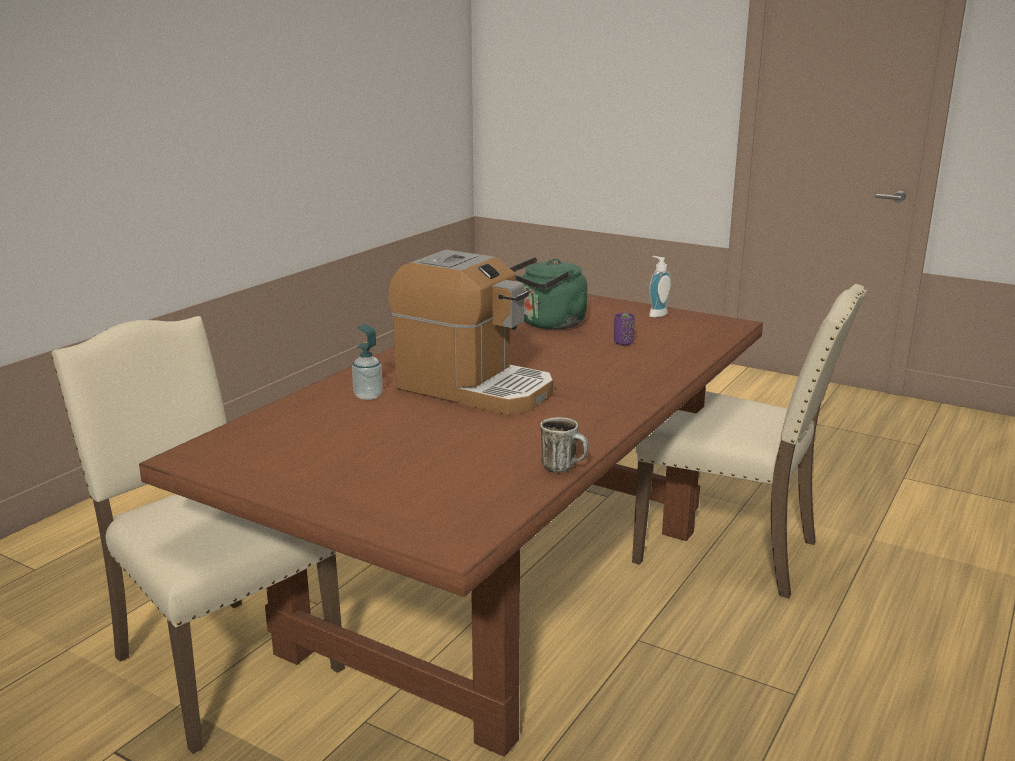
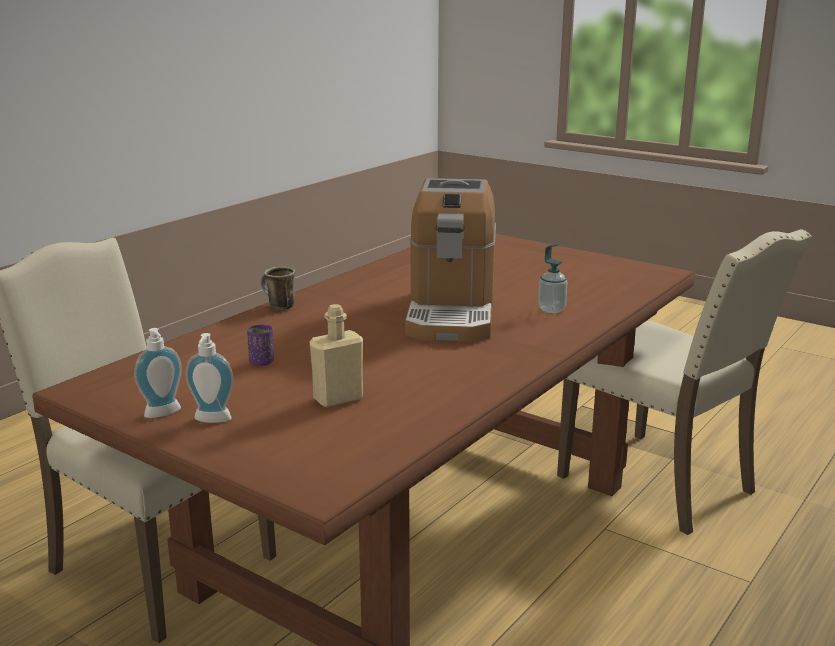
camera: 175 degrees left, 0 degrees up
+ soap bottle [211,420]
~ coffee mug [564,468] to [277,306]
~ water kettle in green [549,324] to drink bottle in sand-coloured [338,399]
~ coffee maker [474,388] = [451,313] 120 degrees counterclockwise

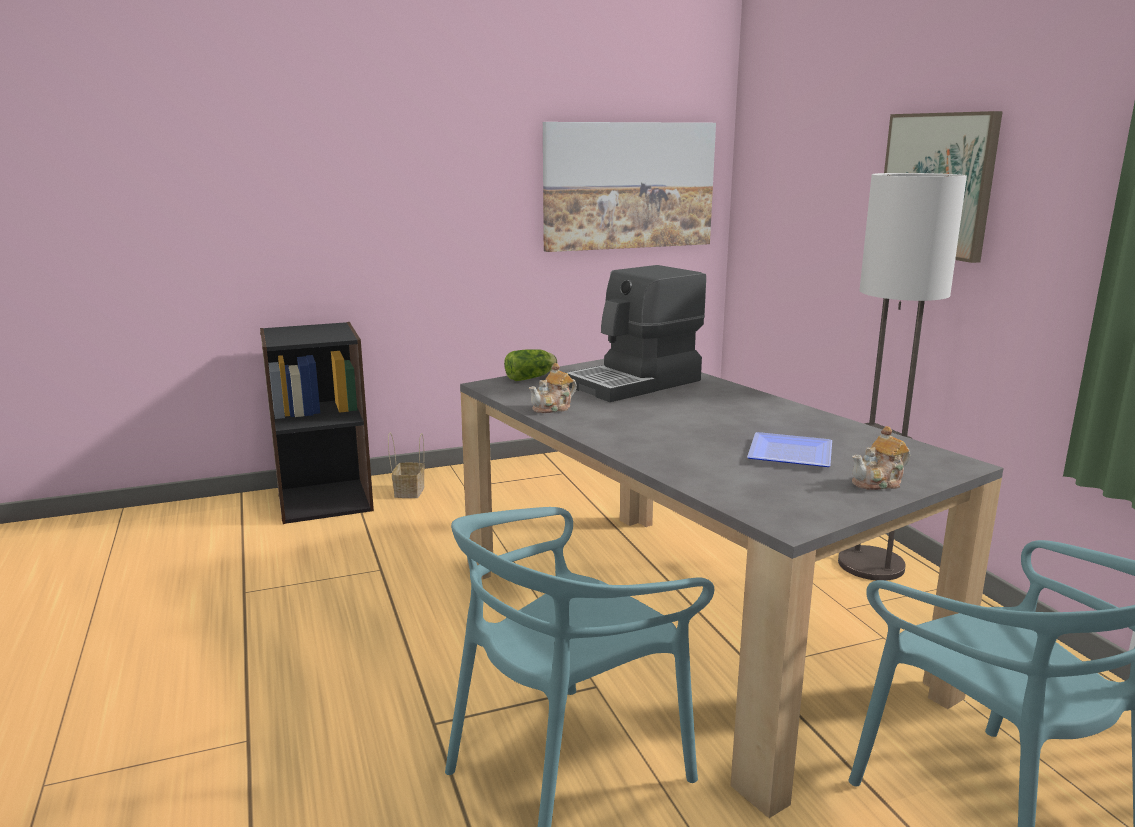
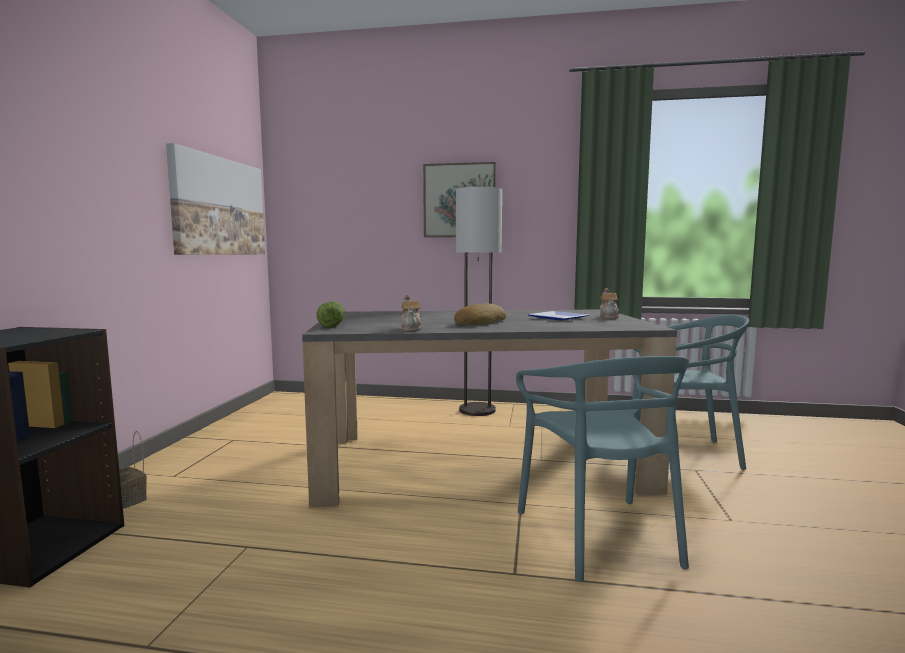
camera: 60 degrees left, 10 degrees down
+ bakery bread [479,322]
- coffee maker [636,383]

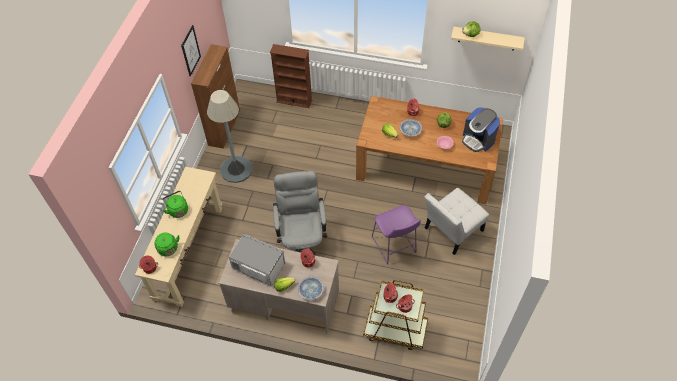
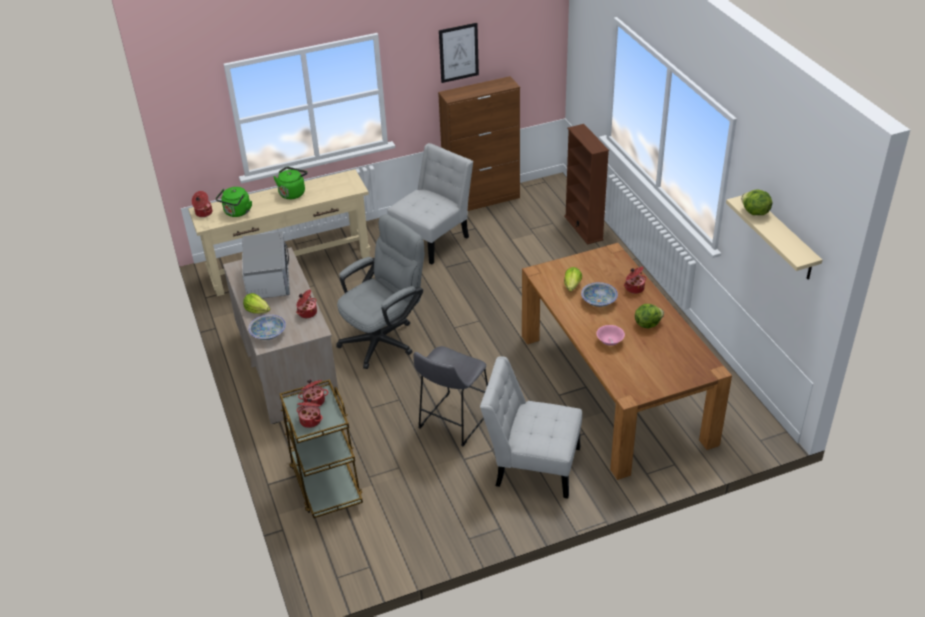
camera: 55 degrees right, 15 degrees down
~ standing lamp in gray [236,169] to chair in whitish [433,238]
~ sitting stool in purple [394,246] to sitting stool in gray [452,421]
- coffee maker [478,139]

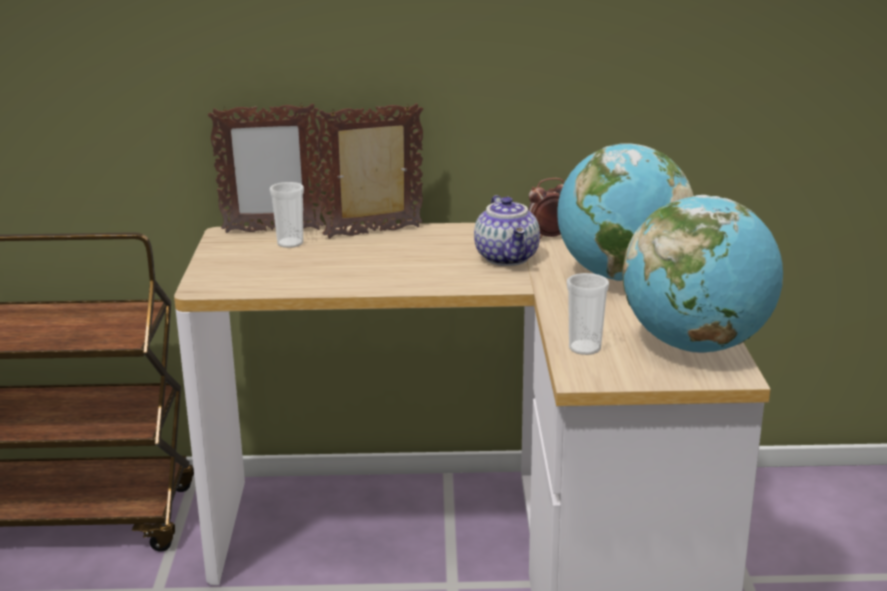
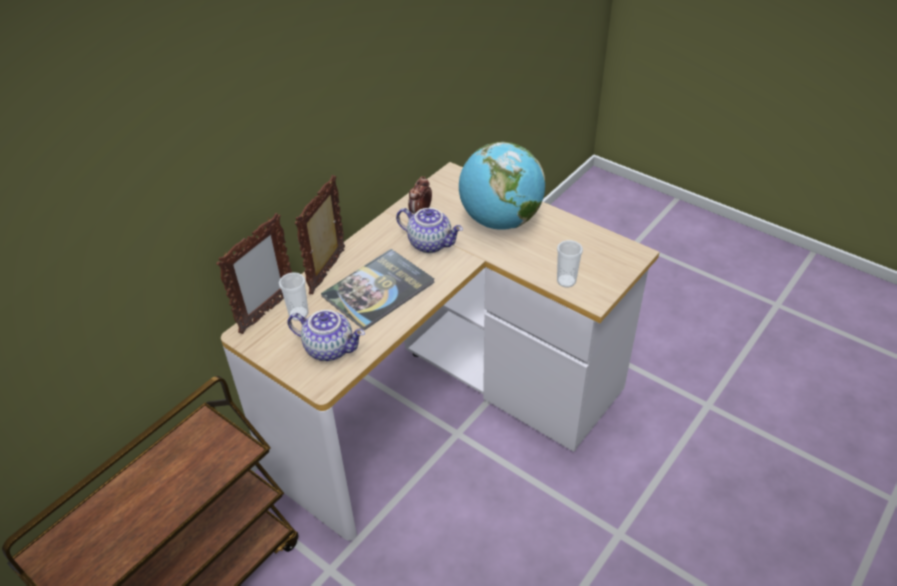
camera: 50 degrees left, 20 degrees up
+ tea pot [330,348]
+ book [378,289]
- world globe [696,346]

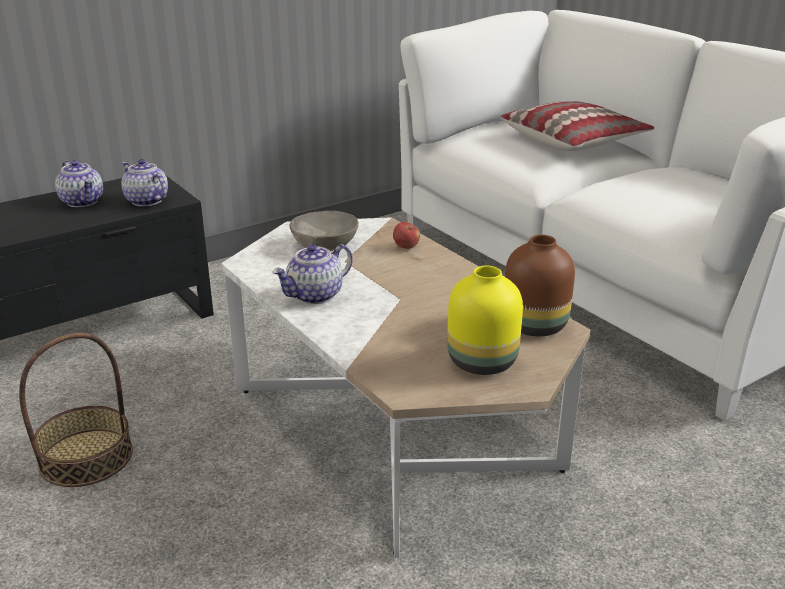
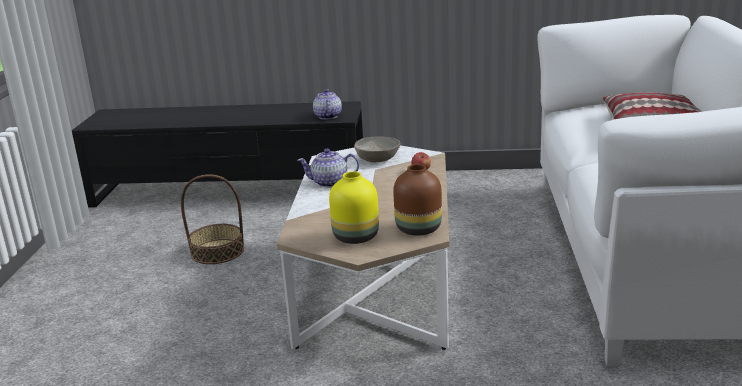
camera: 40 degrees right, 5 degrees down
- tea pot [83,202]

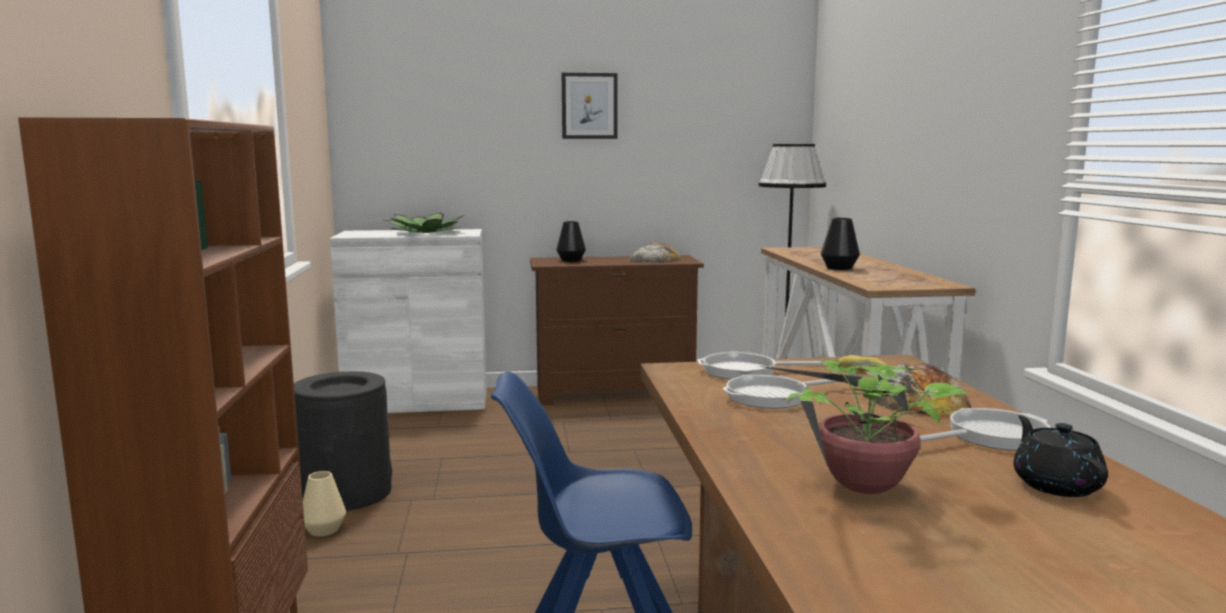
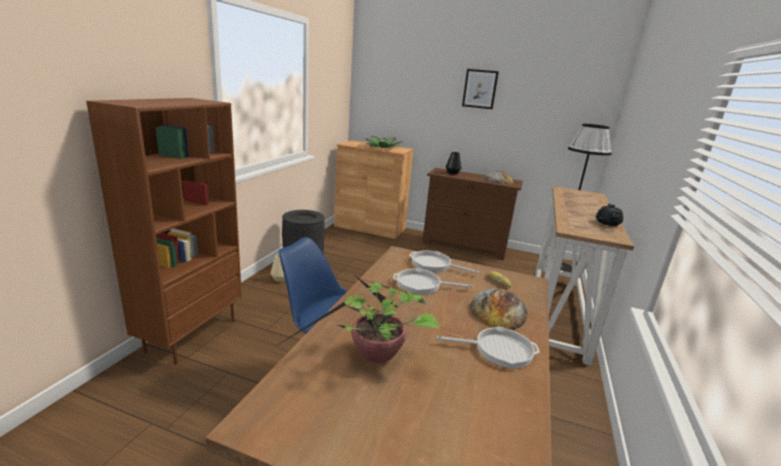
camera: 25 degrees right, 10 degrees up
~ cabinet in whitish [417,401] to cabinet in brownish [370,227]
~ tea pot in blackish [1056,485] to [607,223]
- vase in blackish [839,268]

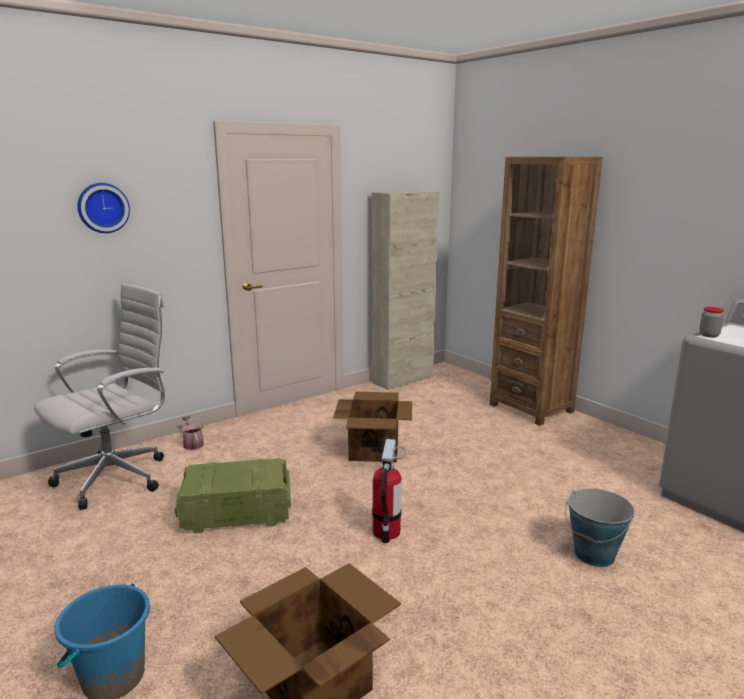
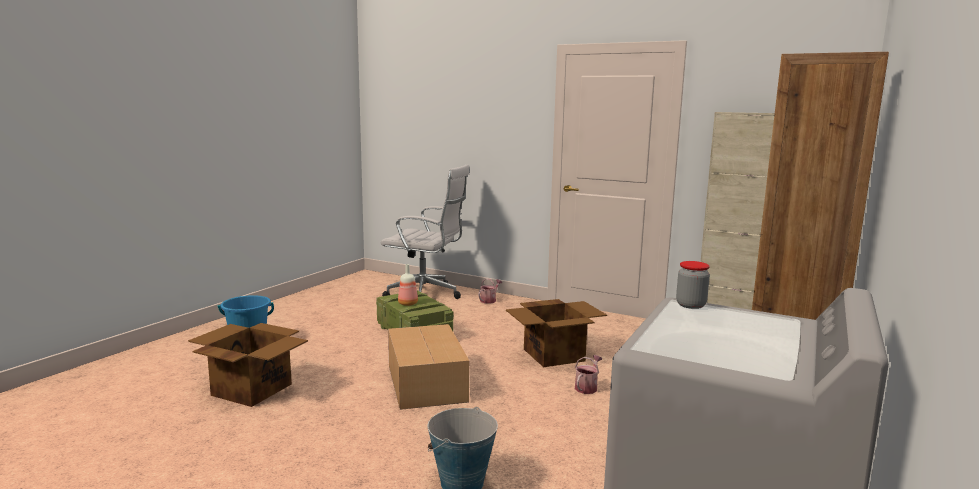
camera: 65 degrees right, 5 degrees down
~ fire extinguisher [386,532] to packing box [426,382]
+ drink bottle [408,303]
+ watering can [587,387]
- clock on the wall [102,208]

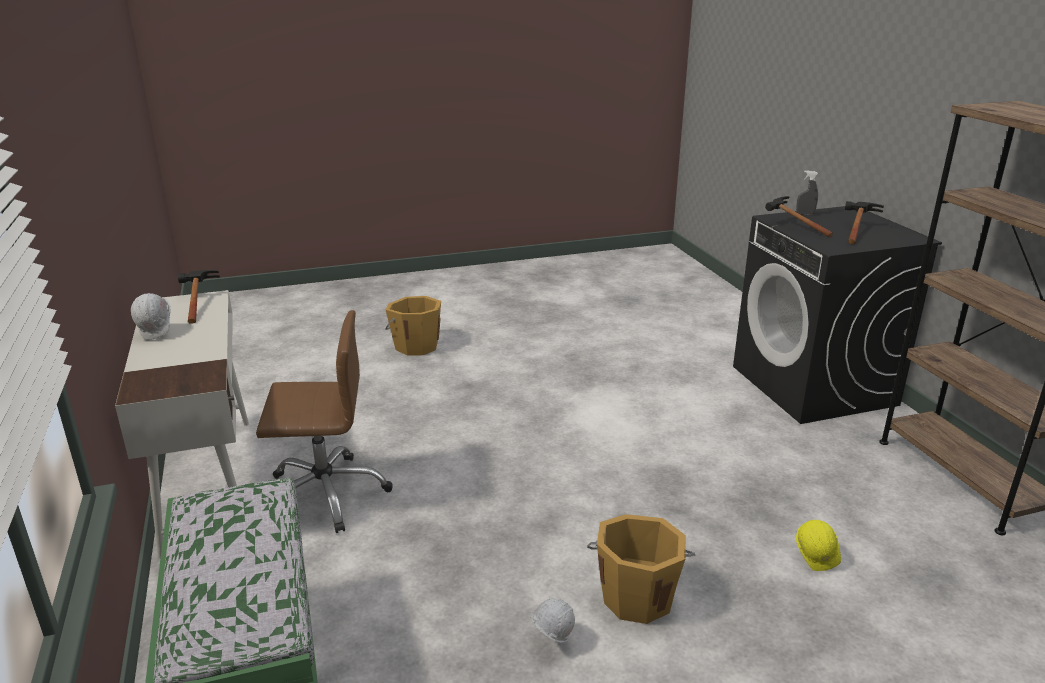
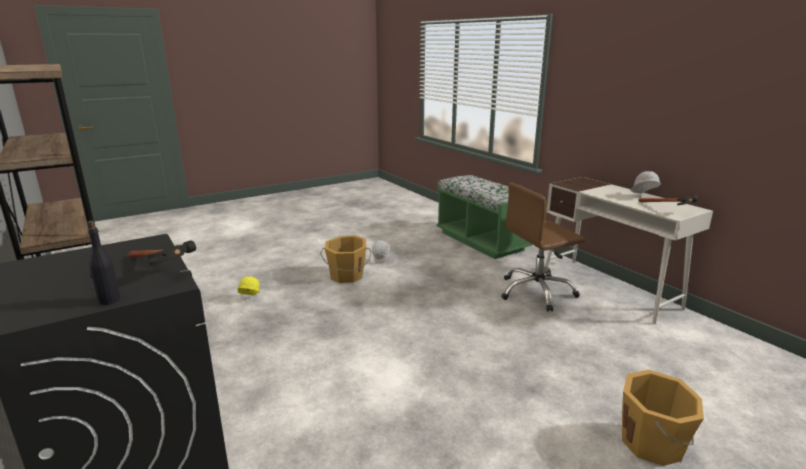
camera: 165 degrees right, 5 degrees down
~ sprayer in gray [805,214] to drink bottle in blackish [109,300]
- hand hammer [856,231]

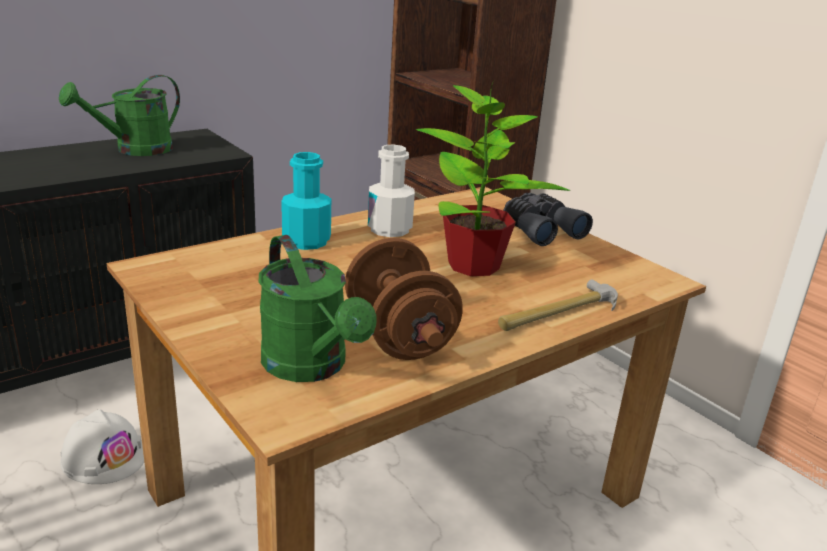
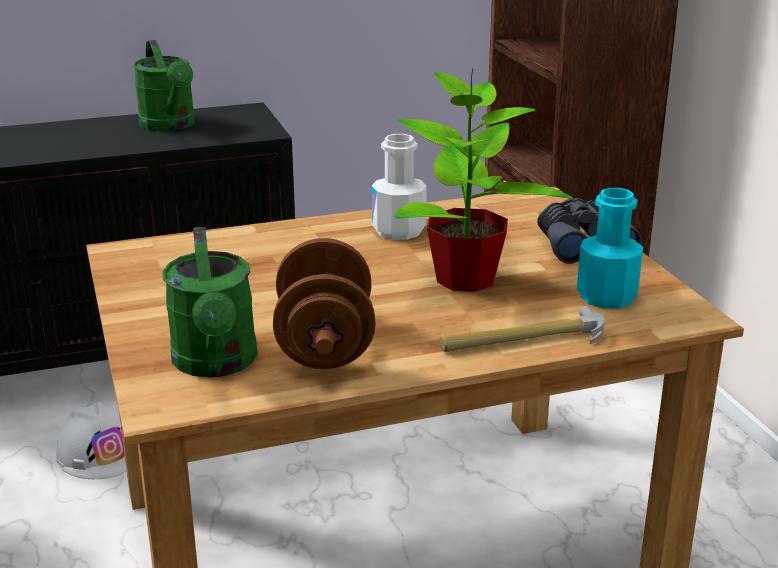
camera: 20 degrees right, 0 degrees up
~ watering can in green [134,150] = [170,126] 90 degrees counterclockwise
~ drink bottle in turquoise [306,241] to [606,297]

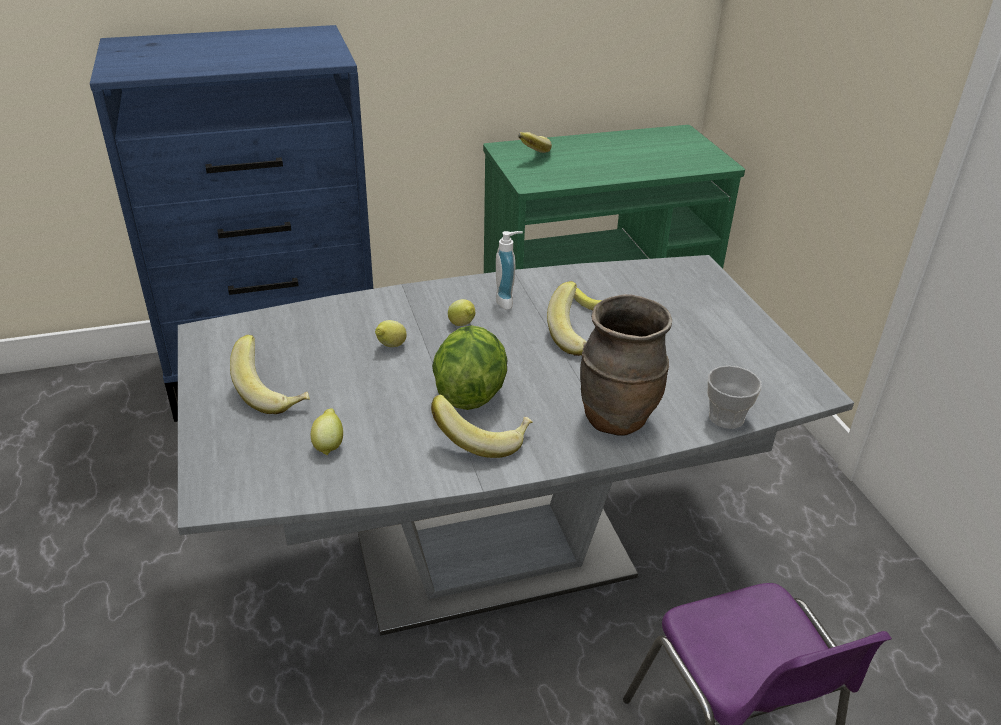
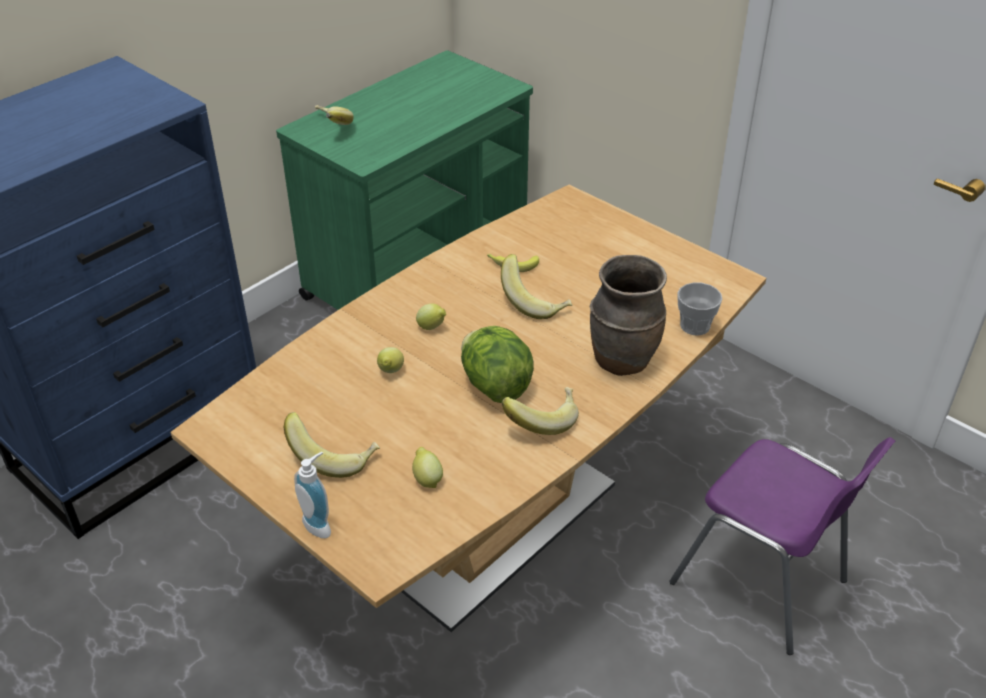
camera: 30 degrees left, 5 degrees up
~ kitchen table in gray [495,557] to kitchen table in brownish [493,522]
~ soap bottle [508,301] to [320,524]

